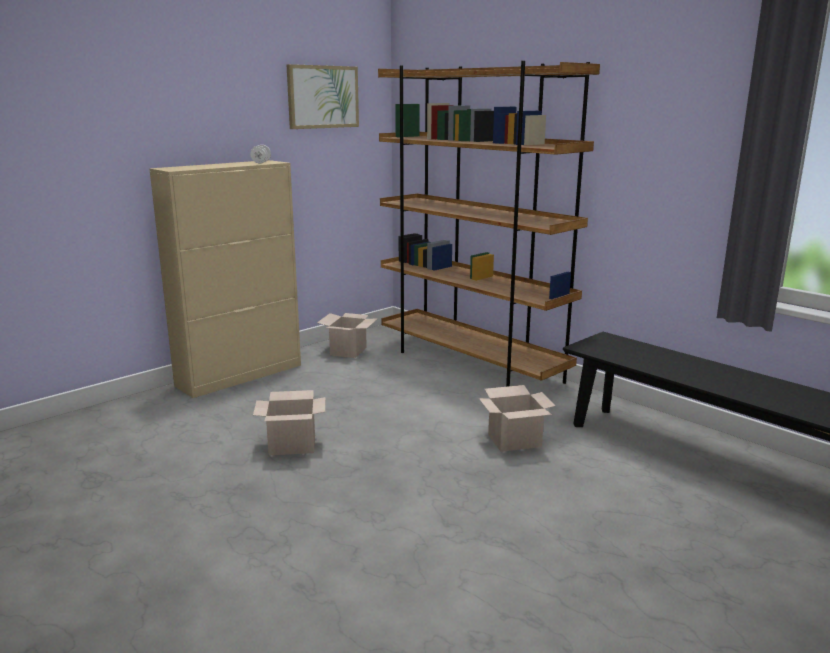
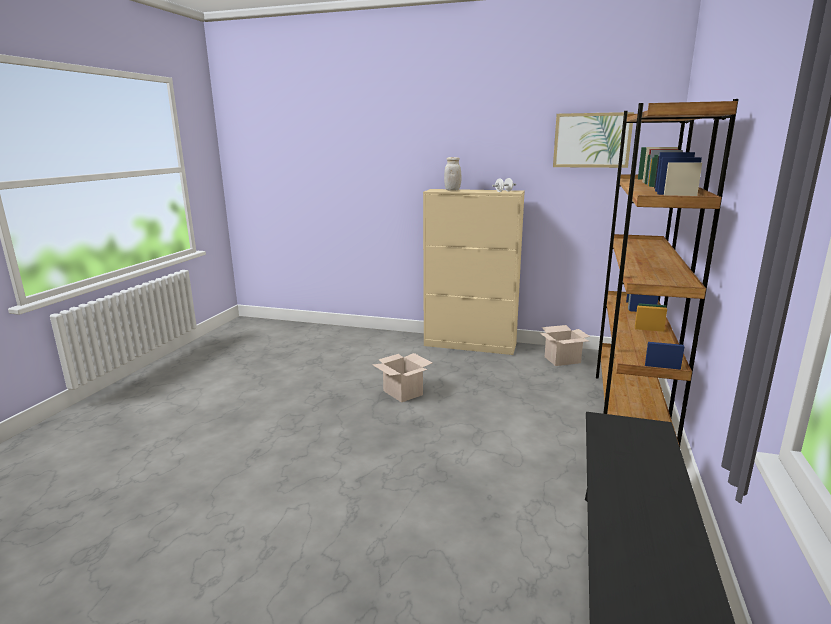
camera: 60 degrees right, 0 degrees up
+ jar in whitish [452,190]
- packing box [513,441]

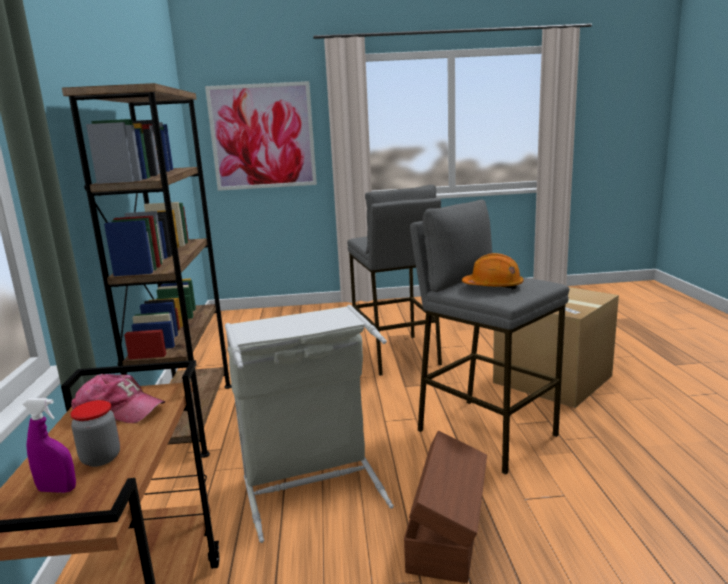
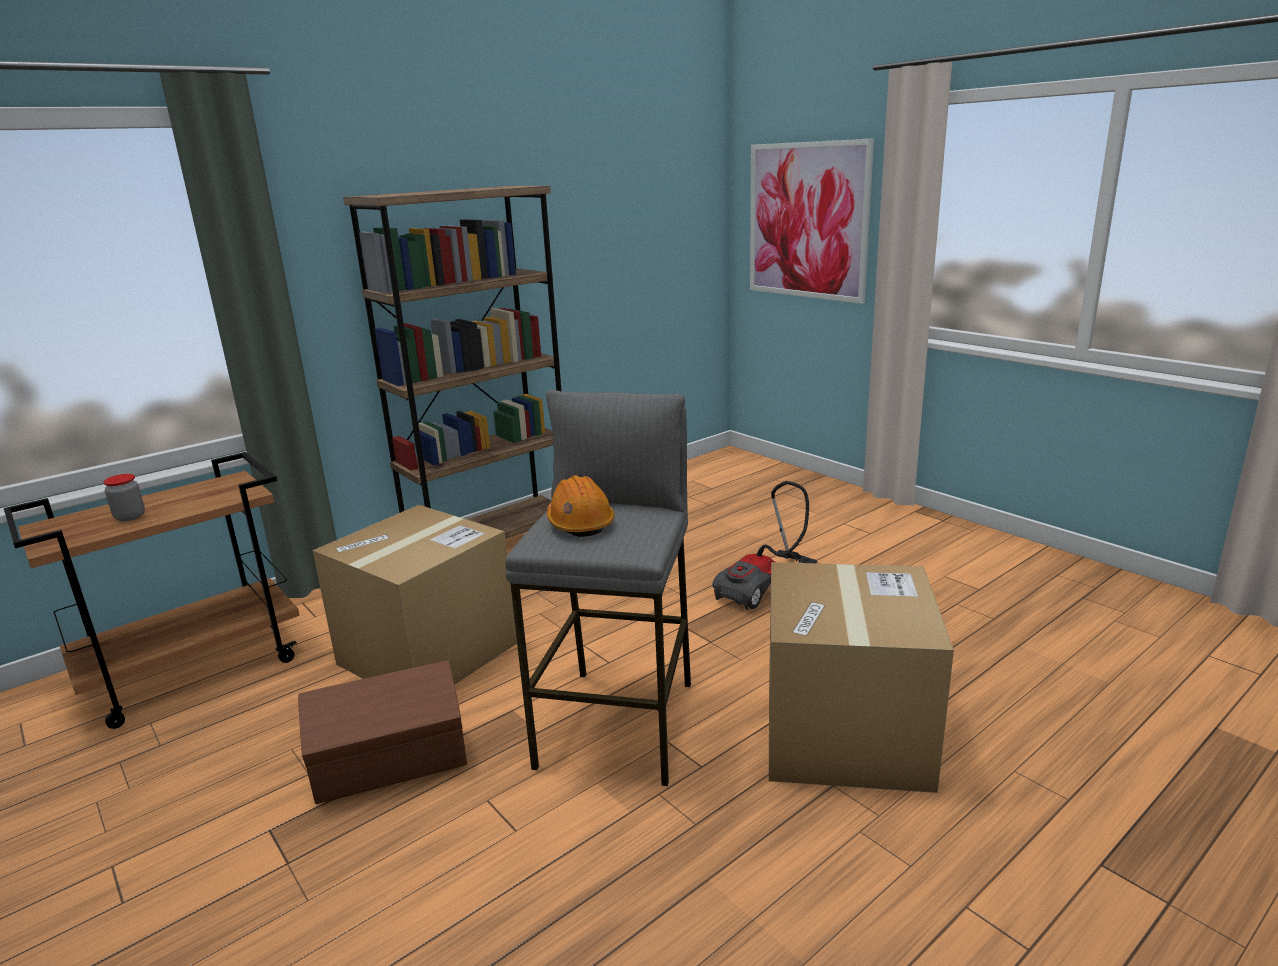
camera: 55 degrees right, 5 degrees up
~ hamper in gray [311,484] to packing box [427,654]
~ sitting stool in gray [396,355] to vacuum [764,587]
- sprayer in purple [57,489]
- peaked cap [118,409]

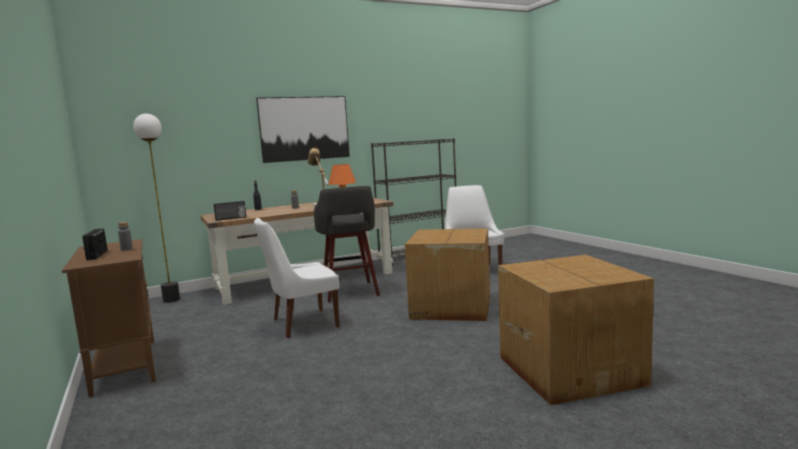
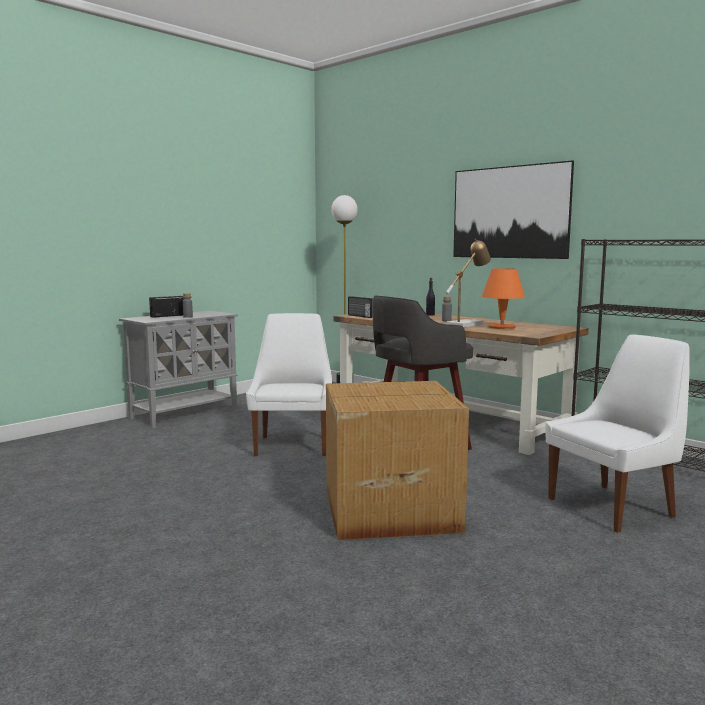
camera: 70 degrees right, 0 degrees up
~ cabinet in brownish [125,365] to cabinet in gray [185,414]
~ chair in whitish [302,324] = [293,445] 45 degrees clockwise
- packing box [570,369]

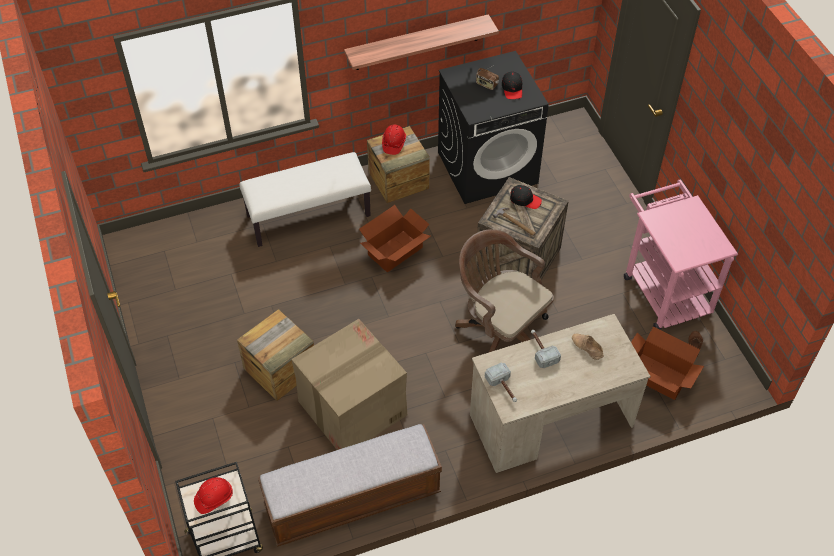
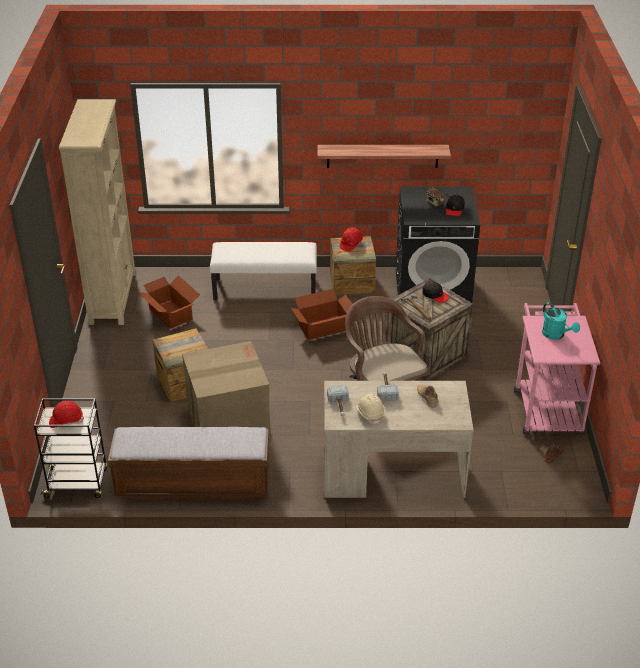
camera: 20 degrees right, 15 degrees down
+ bookcase in sand-coloured [113,297]
~ packing box [658,377] to [170,314]
+ safety helmet in sand-coloured [370,413]
+ watering can in turquoise [556,335]

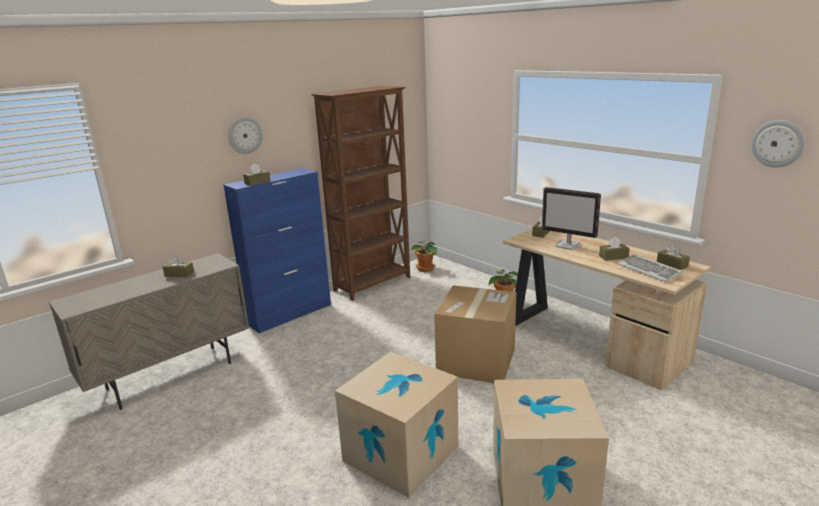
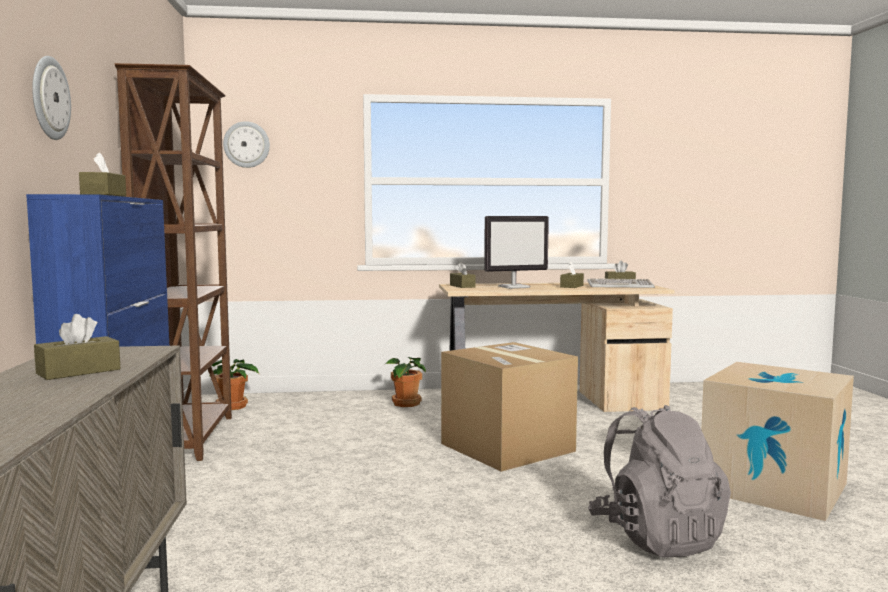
camera: 55 degrees left, 15 degrees down
~ clock on the wall [778,143] to [246,144]
~ packing box [401,453] to rucksack in gray [656,537]

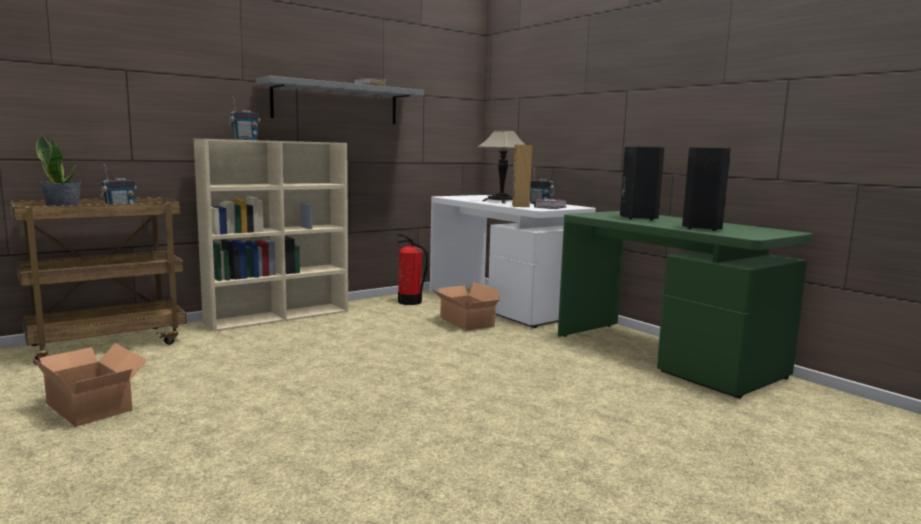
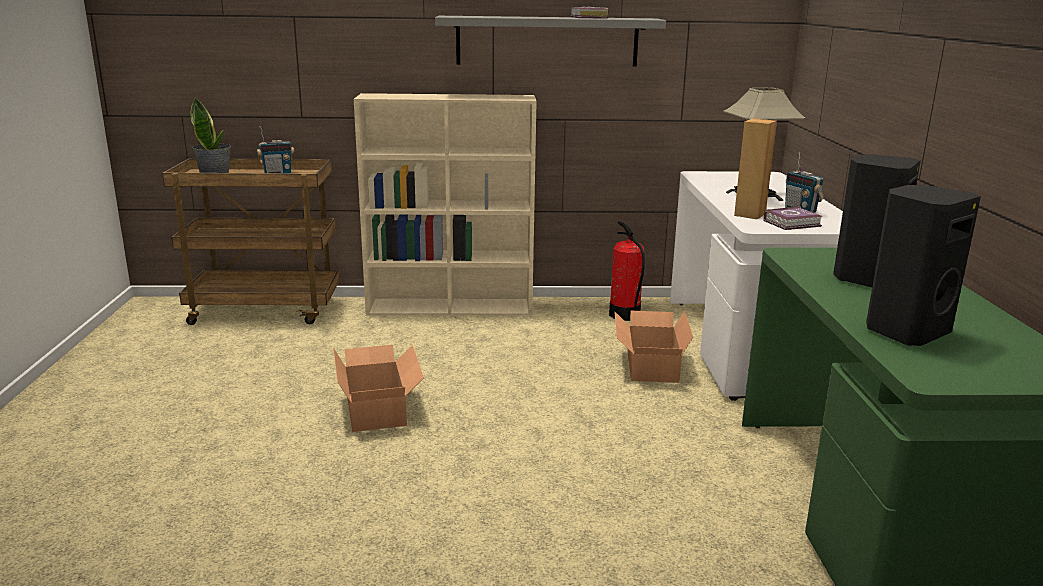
camera: 35 degrees right, 10 degrees up
~ packing box [92,405] to [379,408]
- radio [245,139]

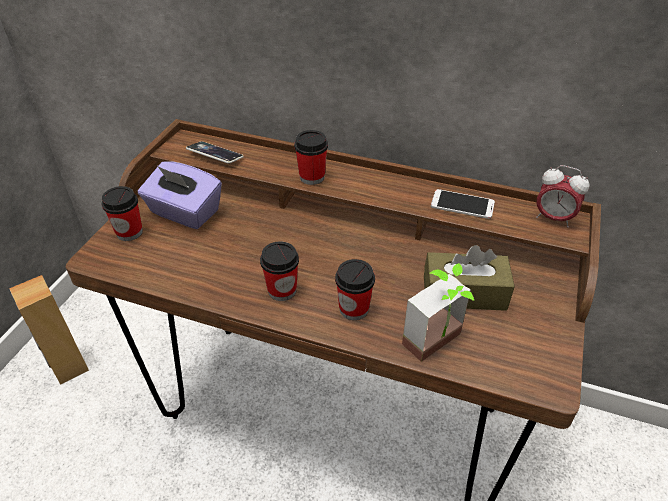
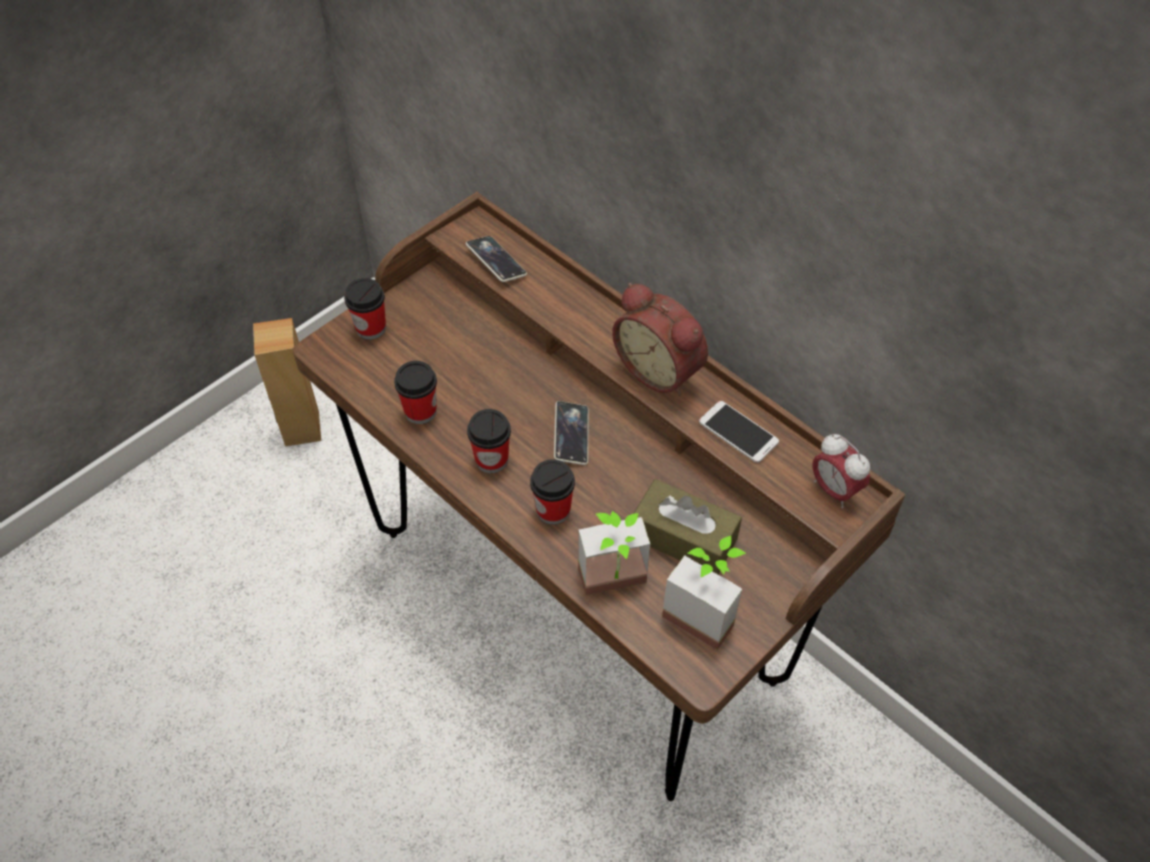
camera: 25 degrees right, 10 degrees up
~ small cup [312,177] to [420,411]
+ phone [571,435]
+ alarm clock [661,369]
+ plant in a pot [704,611]
- tissue holder in purple [184,213]

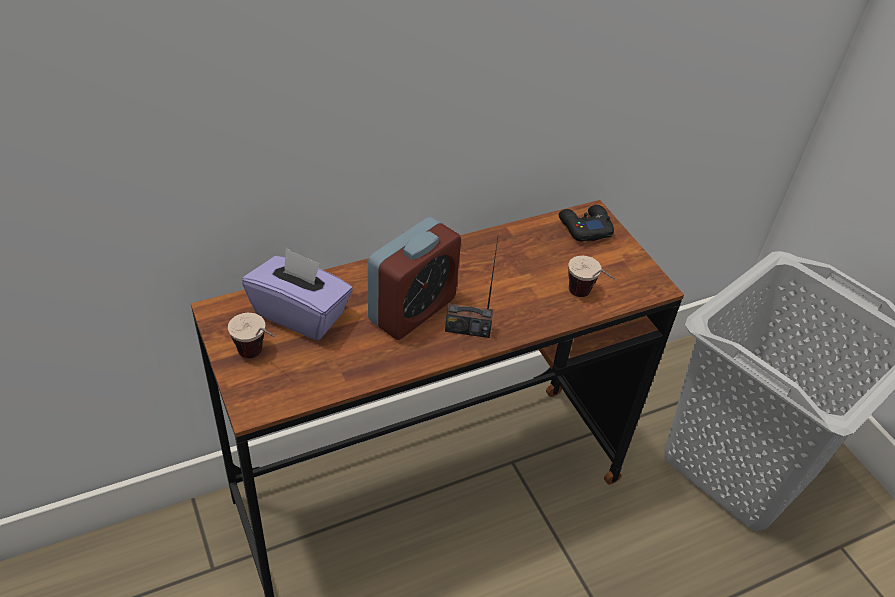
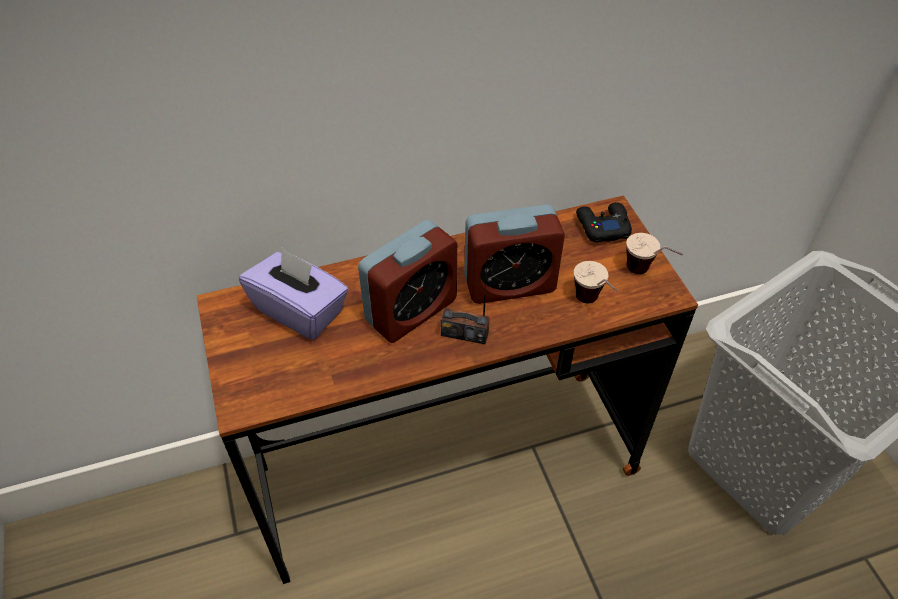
camera: 10 degrees right, 5 degrees up
+ alarm clock [509,284]
~ small cup [259,358] to [647,274]

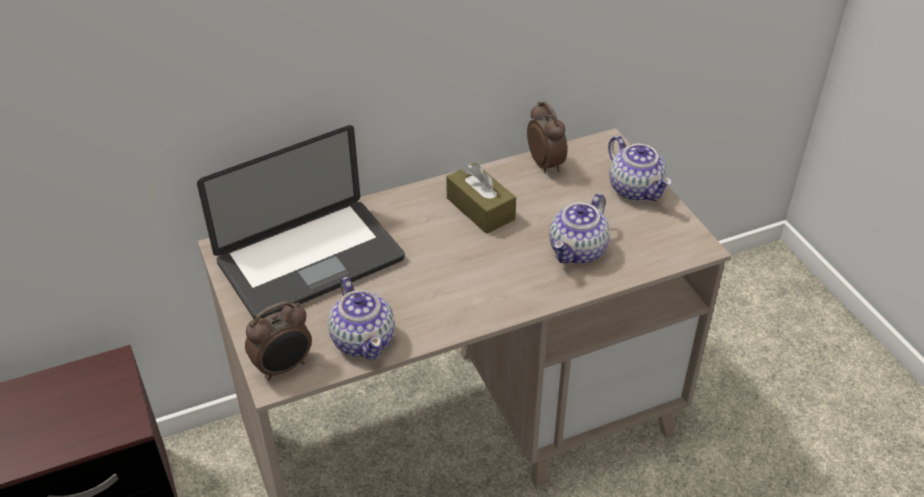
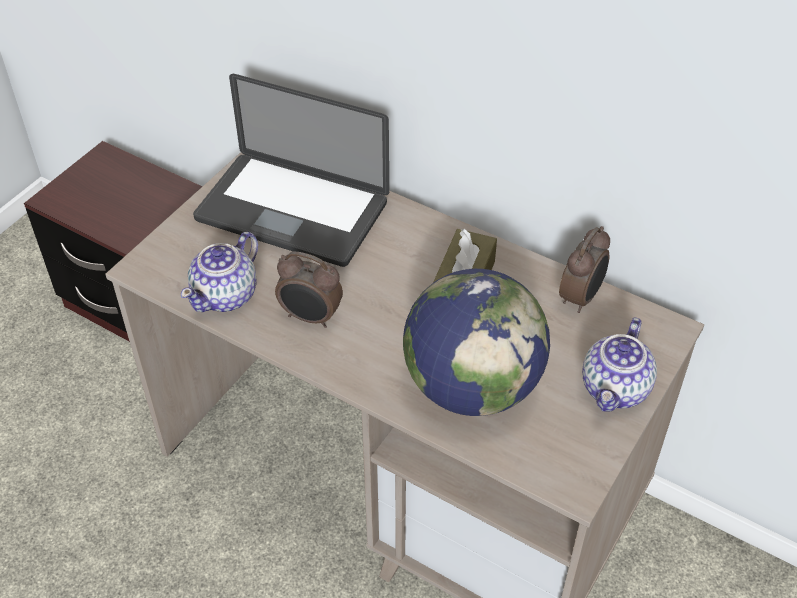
camera: 55 degrees right, 5 degrees up
~ alarm clock [284,367] to [310,317]
~ tea pot [578,251] to world globe [472,386]

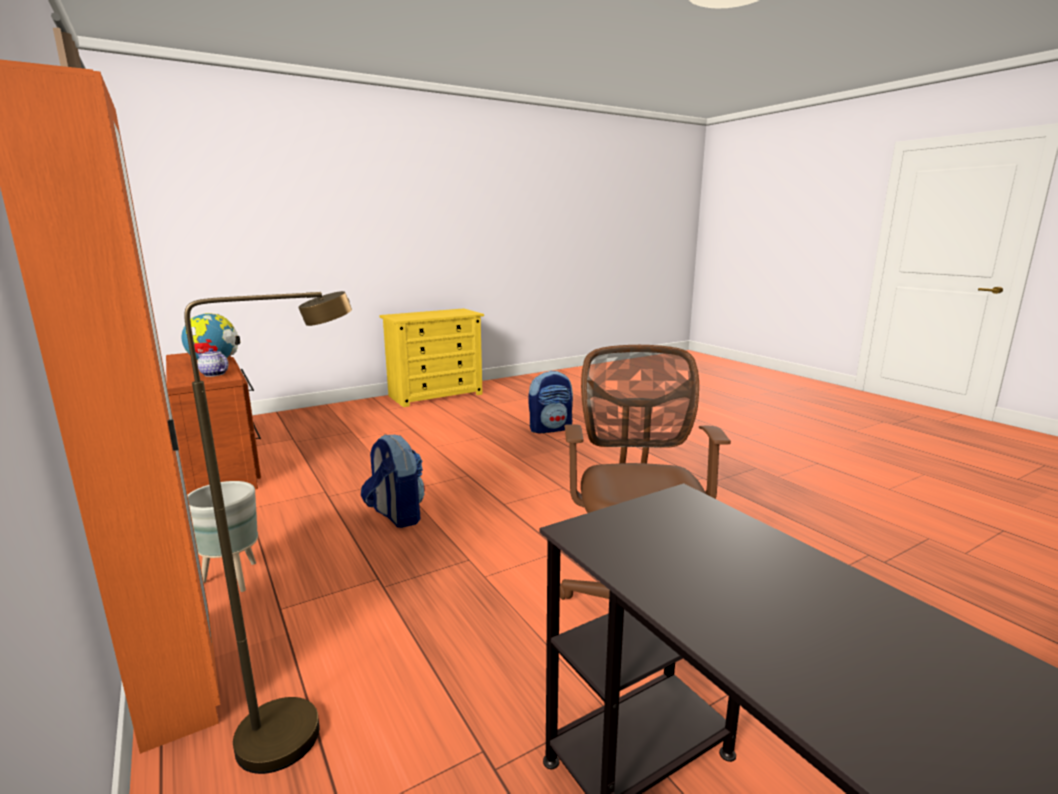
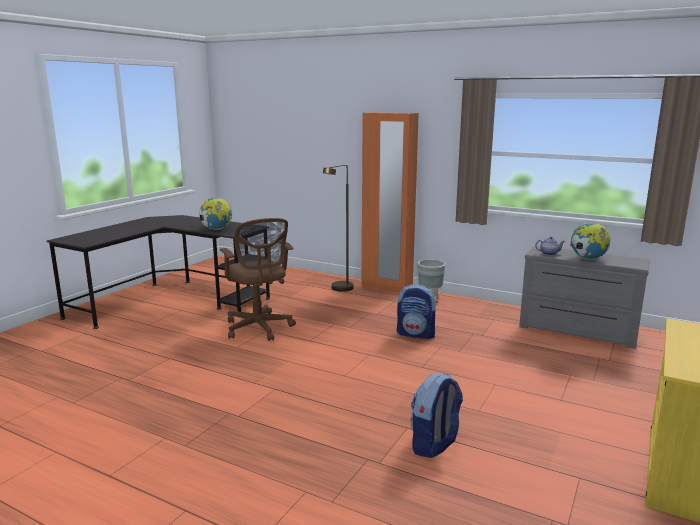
camera: 150 degrees right, 0 degrees up
+ world globe [216,229]
~ dresser in brownish [222,467] to dresser in gray [577,331]

